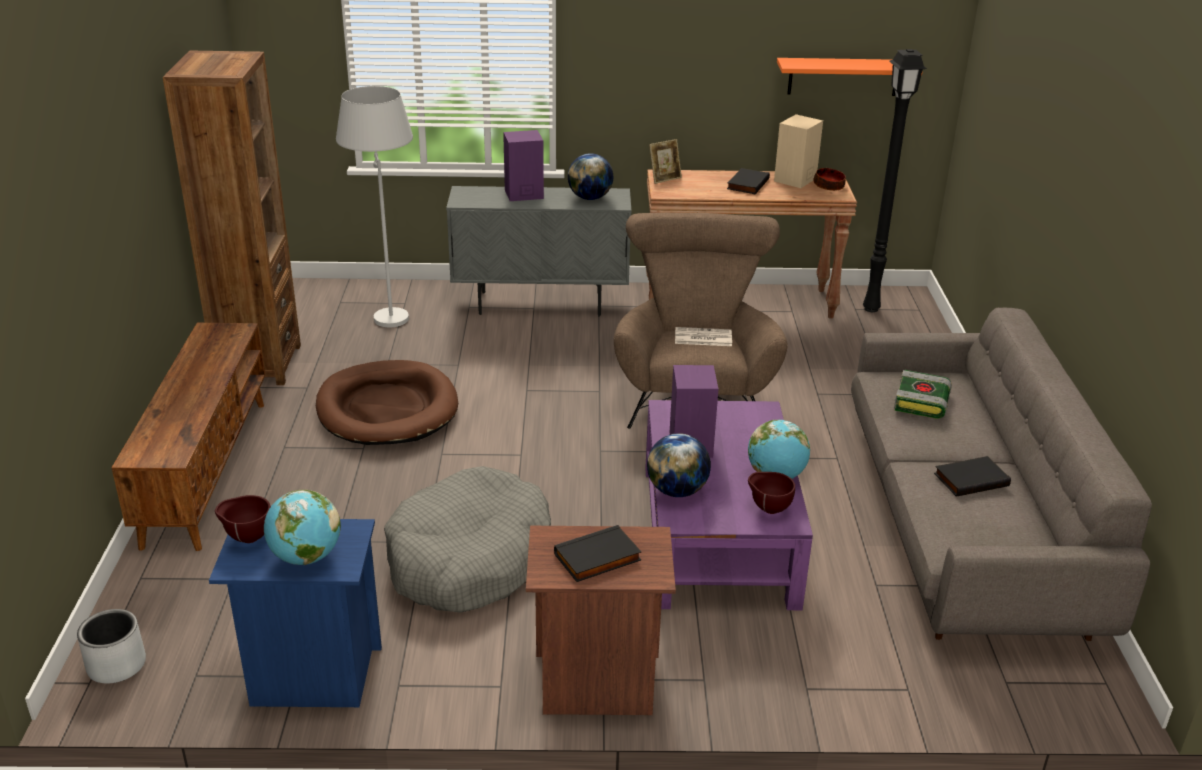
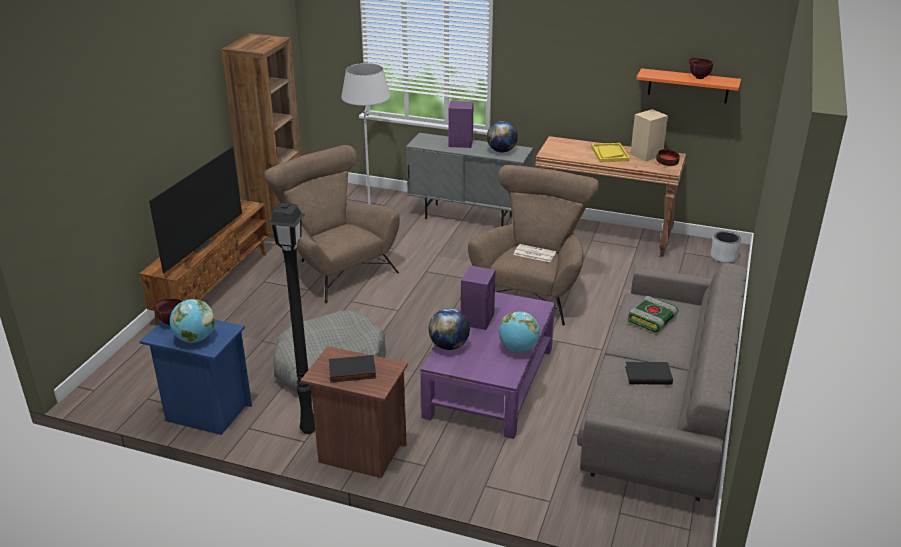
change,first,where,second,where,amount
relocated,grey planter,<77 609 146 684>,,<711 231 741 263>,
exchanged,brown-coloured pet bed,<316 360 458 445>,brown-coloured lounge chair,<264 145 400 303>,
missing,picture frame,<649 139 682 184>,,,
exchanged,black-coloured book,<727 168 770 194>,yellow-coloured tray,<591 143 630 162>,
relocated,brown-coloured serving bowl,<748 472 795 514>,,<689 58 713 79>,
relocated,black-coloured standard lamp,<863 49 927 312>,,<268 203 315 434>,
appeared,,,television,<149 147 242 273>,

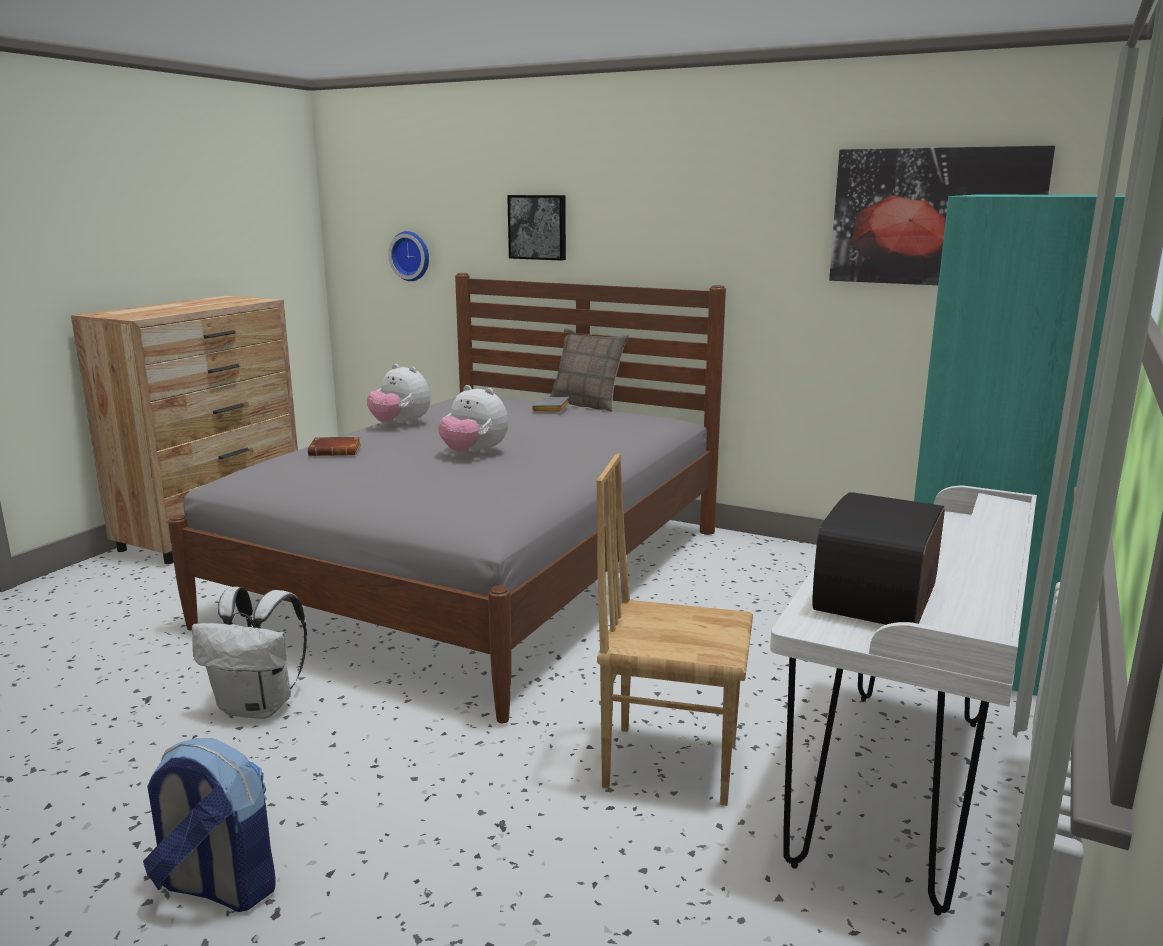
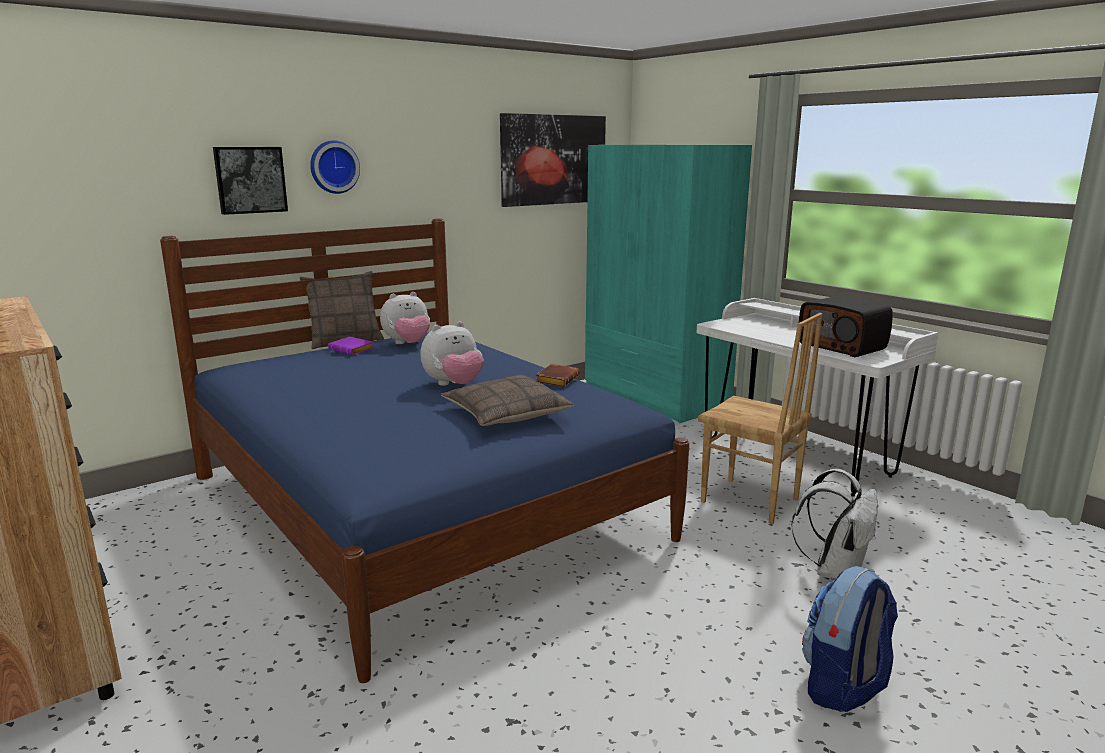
change,first,where,second,where,amount
colour,grey bedroom bed,<168 273 726 724>,blue-coloured bedroom bed,<160 219 689 683>,
relocated,white-coloured knapsack,<192 587 307 719>,,<791 469 878 580>,
relocated,brown-coloured book,<308 437 361 456>,,<536 364 580 387>,
relocated,plush toy,<367 364 431 425>,,<380 292 430 344>,
relocated,clock on the wall,<388 231 429 281>,,<310 140 360 194>,
colour,grey book,<532 397 569 412>,purple-coloured book,<328 337 374 355>,
spun,brown-coloured plain chair,<597 454 753 806>,,<698 313 823 524>,90 degrees counterclockwise
appeared,,,cushion,<441 375 574 426>,

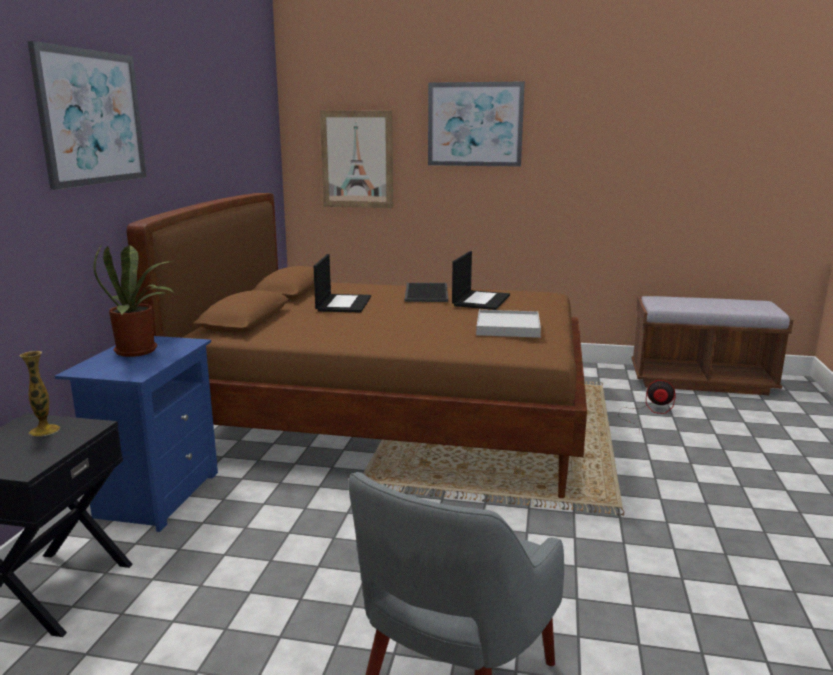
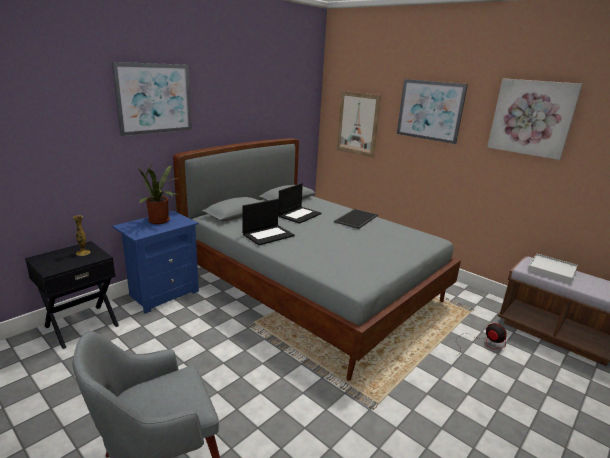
change,first,where,second,where,amount
colour,brown-coloured bedroom bed,<127 193 587 498>,grey bedroom bed,<173 138 461 381>,
relocated,portable computer,<452 251 510 310>,,<242 199 295 245>,
relocated,white-coloured tray,<476 310 541 338>,,<528 254 578 283>,
appeared,,,picture,<487 78 583 160>,

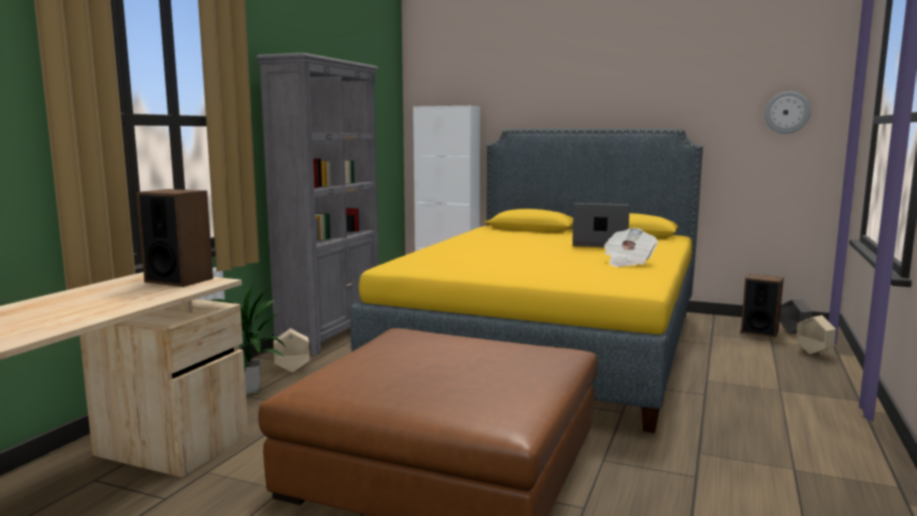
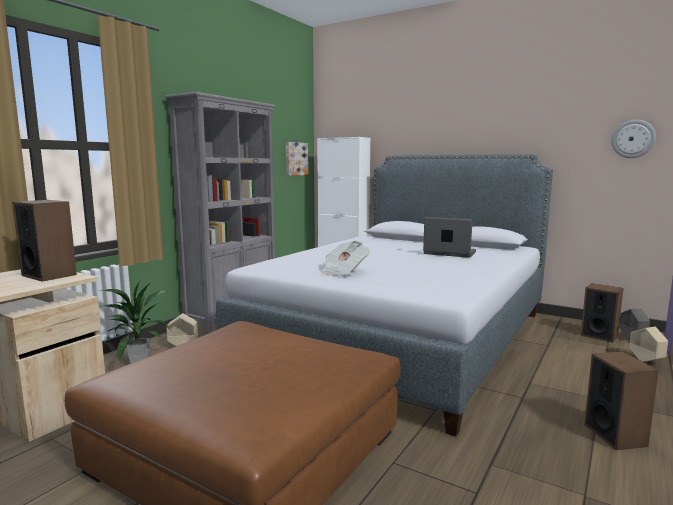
change,first,where,second,where,amount
colour,yellow-coloured bedroom bed,<351 129 703 433>,grey bedroom bed,<216 154 553 437>,
relocated,printed paper,<604 228 658 267>,,<321 241 370 276>,
appeared,,,picture,<286 142 308 176>,
appeared,,,speaker,<584 351 659 450>,

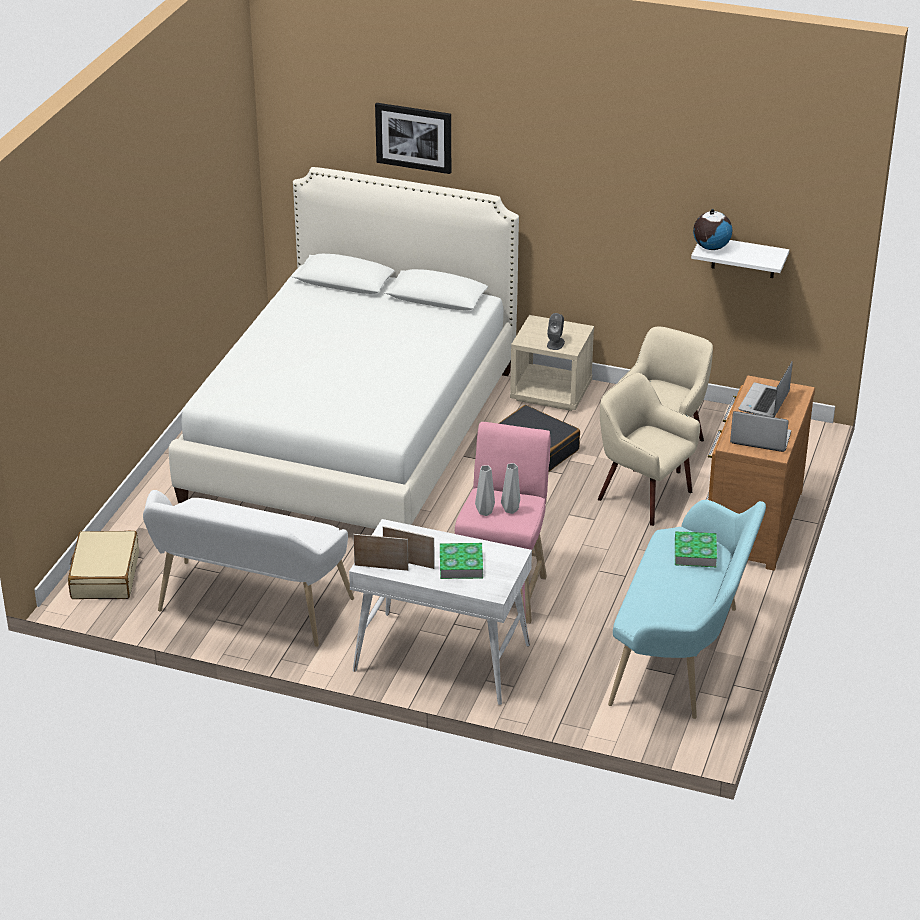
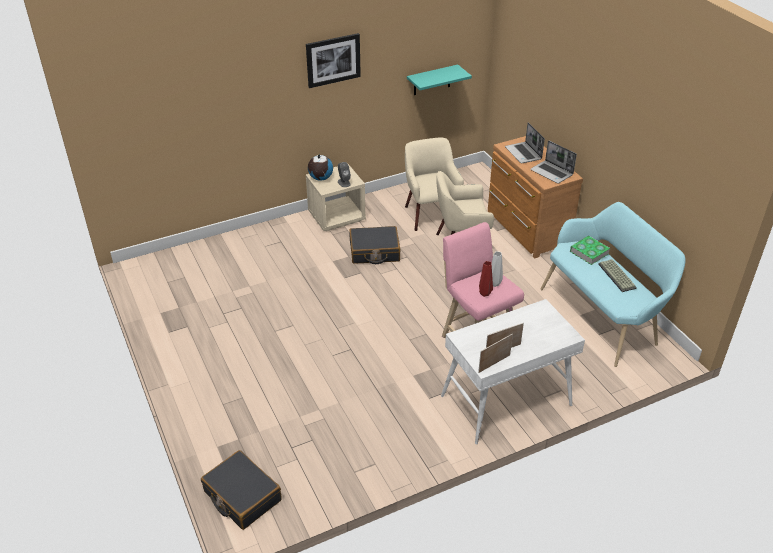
change,first,where,second,where,amount
colour,beige piece of luggage,<68 531 139 599>,black-coloured piece of luggage,<201 450 282 530>,
missing,white-coloured long seat,<143 490 354 647>,,,
missing,white-coloured bedroom bed,<169 167 519 529>,,,
relocated,picture,<375 103 451 174>,,<306 33 361 88>,
missing,book,<440 543 483 579>,,,
colour,grey vase,<475 465 495 516>,red-coloured vase,<479 261 493 297>,
colour,white-coloured bracket shelf,<691 240 789 278>,blue-green bracket shelf,<407 65 472 95>,
relocated,globe,<693 209 732 250>,,<308 154 333 181>,
spun,portable computer,<730 411 791 452>,,<530 140 577 184>,105 degrees counterclockwise
appeared,,,PC keyboard,<598 259 637 292>,

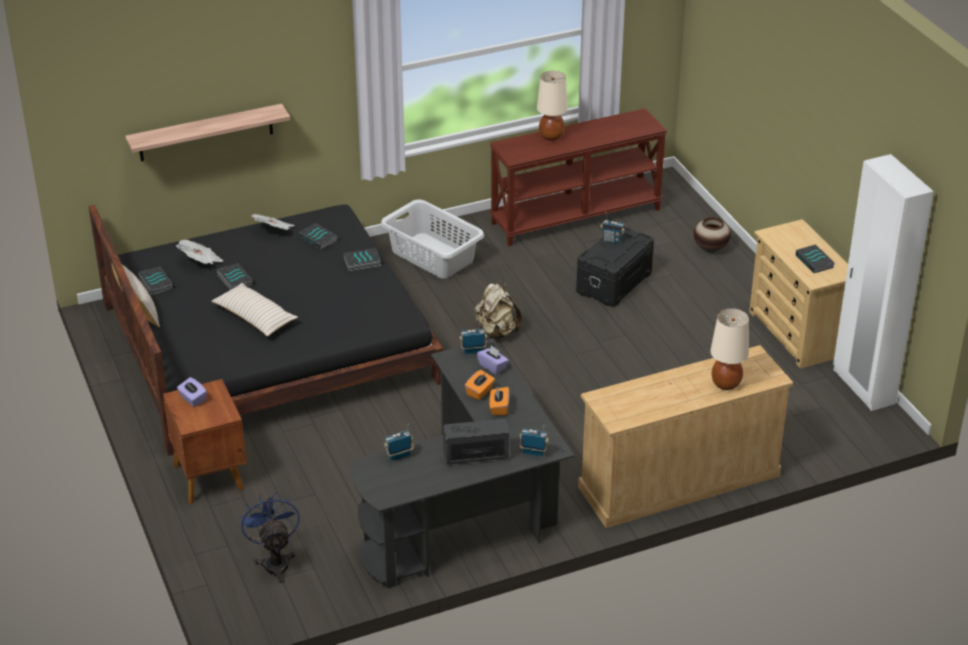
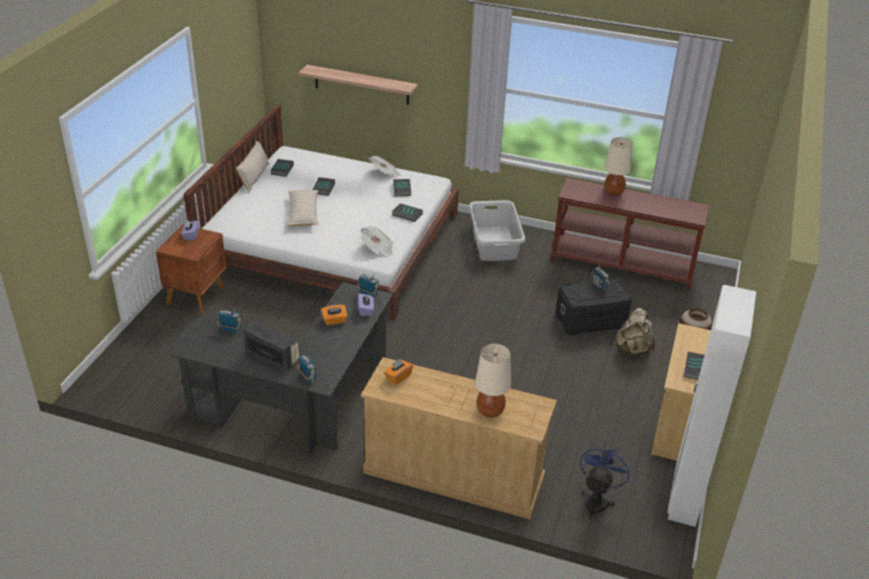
change,first,where,second,where,amount
colour,black-coloured bedroom bed,<88 204 443 456>,white-coloured bedroom bed,<183 105 459 321>,
relocated,printed paper,<176 240 223 264>,,<360 226 393 255>,
relocated,blue-coloured electric fan,<240 492 300 583>,,<580 442 631 520>,
relocated,beige knapsack,<475 283 522 339>,,<615 308 655 356>,
relocated,orange-coloured tissue box,<489 387 509 415>,,<384 358 413 385>,

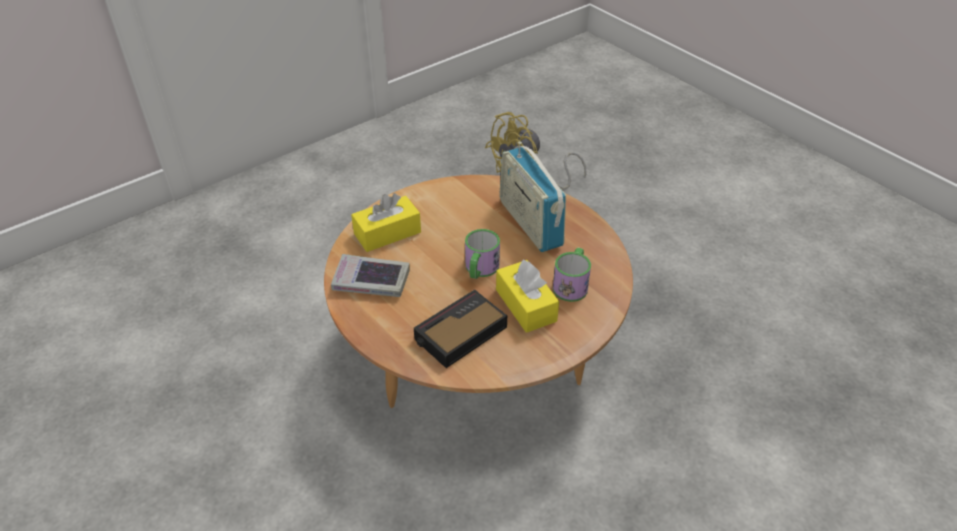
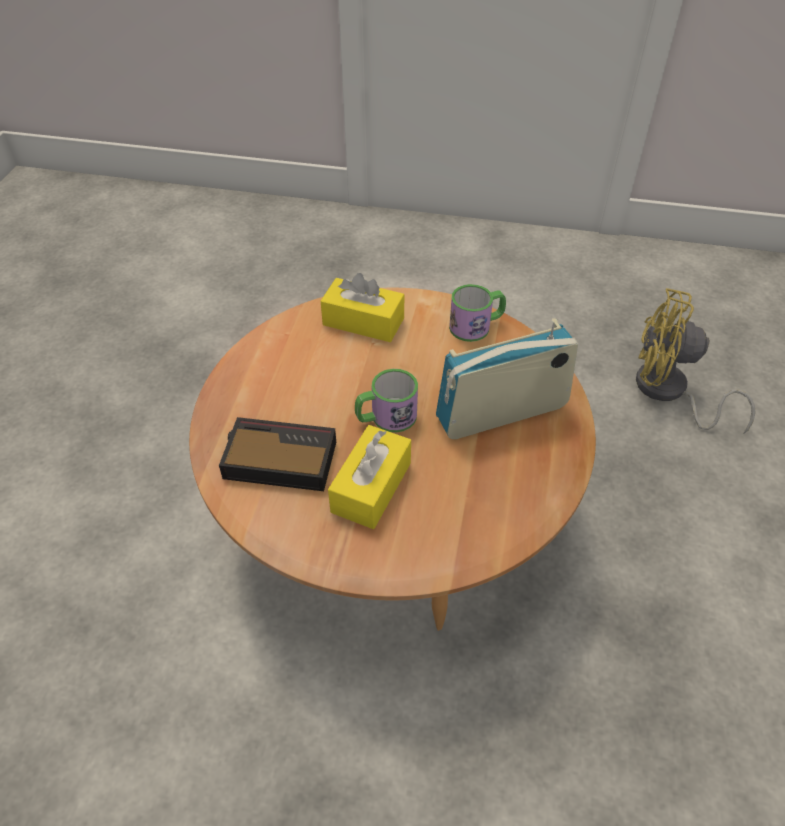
change,first,where,second,where,amount
missing,book,<331 254 410 297>,,,
spun,radio set,<499 141 566 252>,,<436 318 578 439>,45 degrees clockwise
relocated,coffee mug,<553 247 591 302>,,<449 284 506 342>,

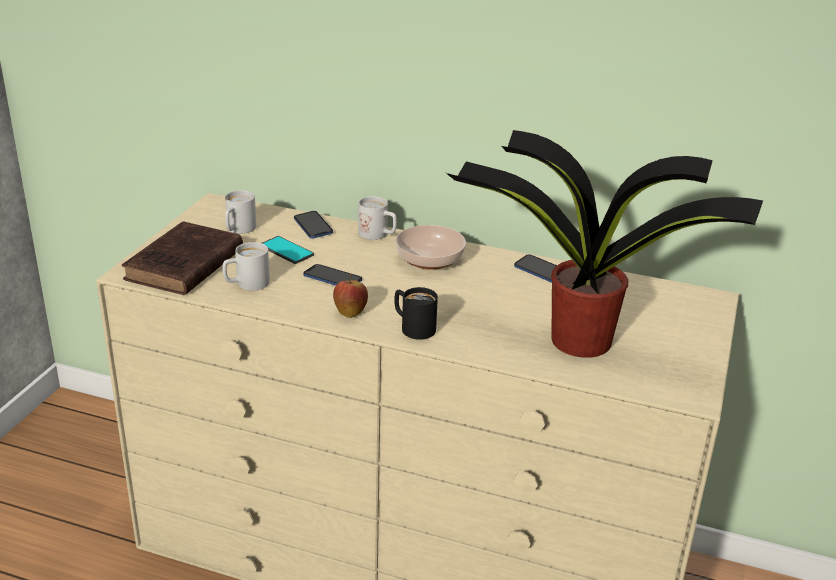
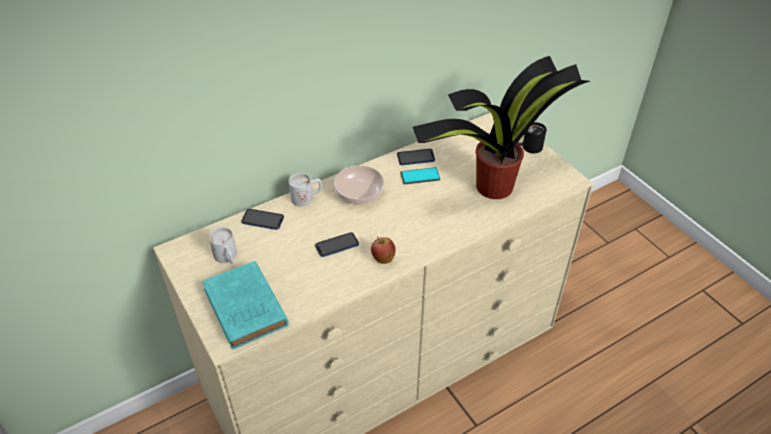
change,first,where,second,where,amount
colour,brown-coloured book,<122 221 243 295>,blue-green book,<202 261 289 350>,
missing,white-coloured coffee mug,<223 242 270 291>,,,
relocated,telephone,<262 236 314 264>,,<401 167 440 185>,
relocated,black-coloured coffee mug,<394 287 438 340>,,<517 122 547 153>,

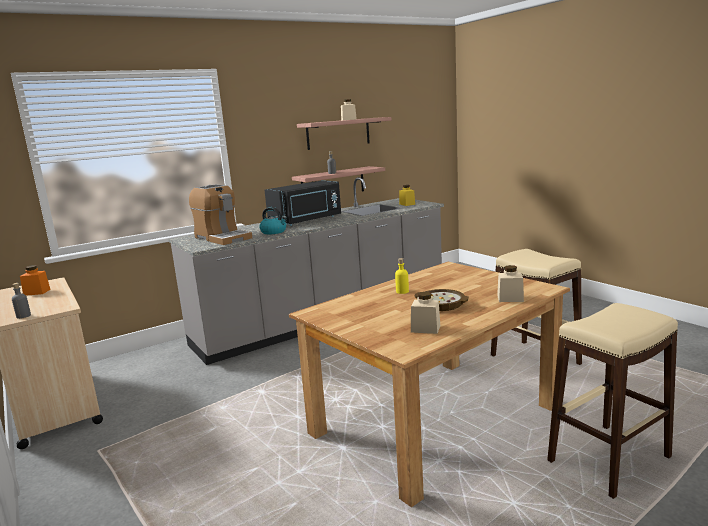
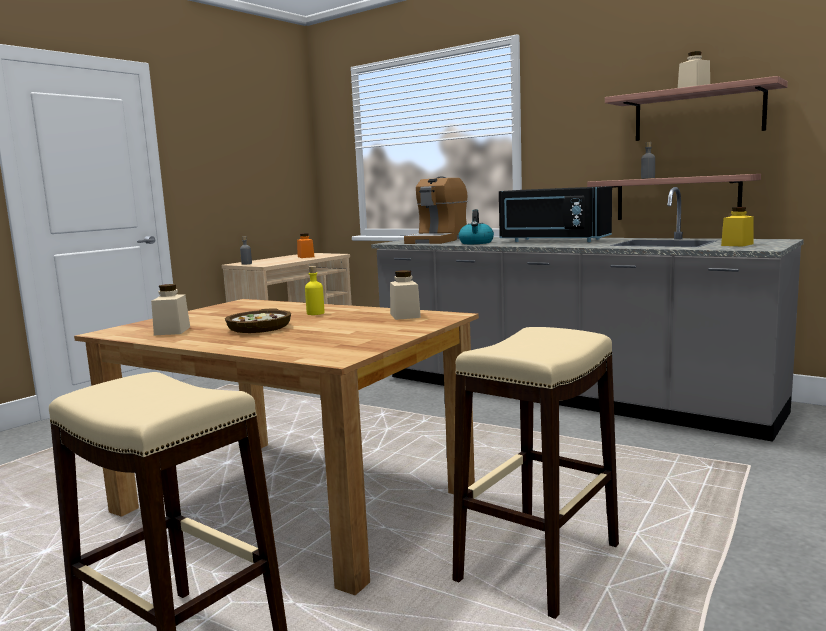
change,first,where,second,where,amount
relocated,beige storage jar,<497 265 524 302>,,<390 270 421 320>,

